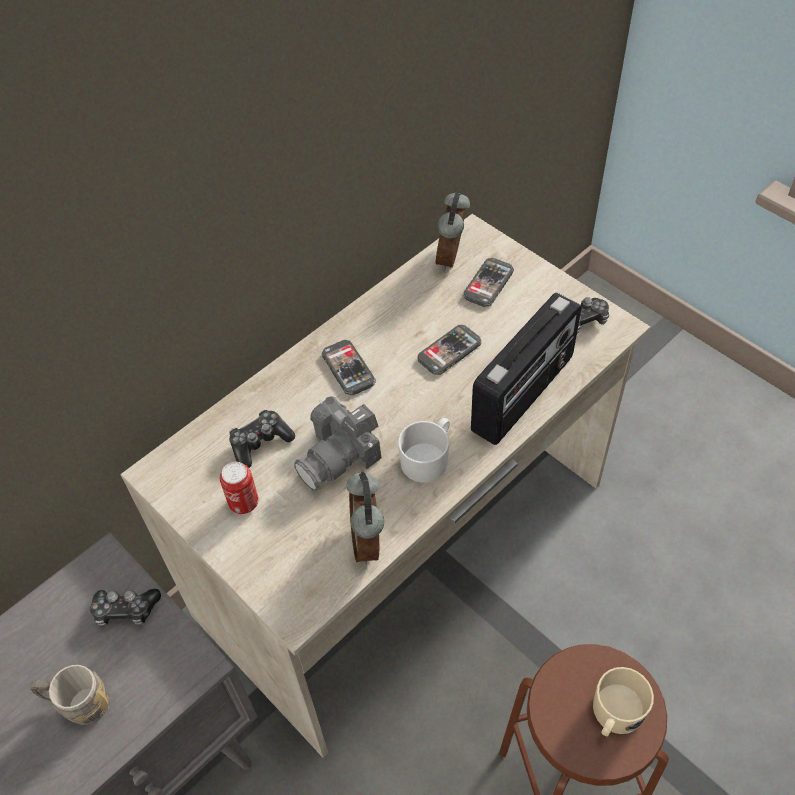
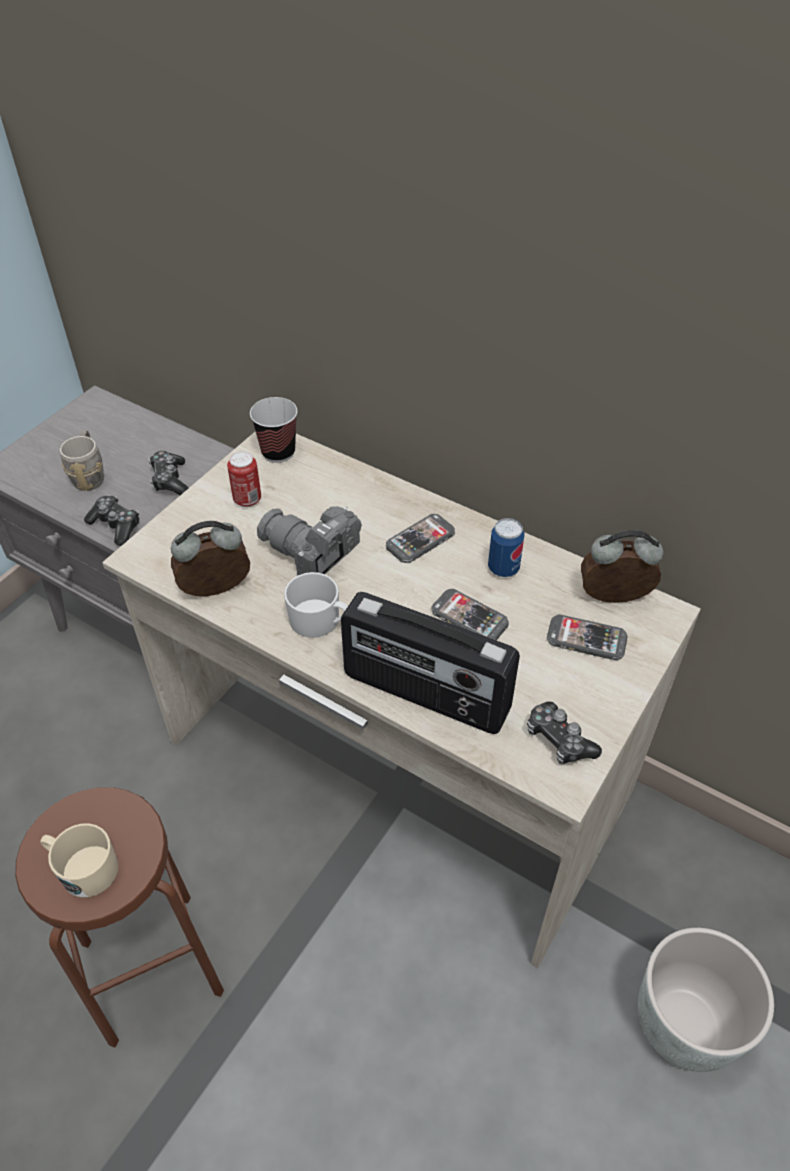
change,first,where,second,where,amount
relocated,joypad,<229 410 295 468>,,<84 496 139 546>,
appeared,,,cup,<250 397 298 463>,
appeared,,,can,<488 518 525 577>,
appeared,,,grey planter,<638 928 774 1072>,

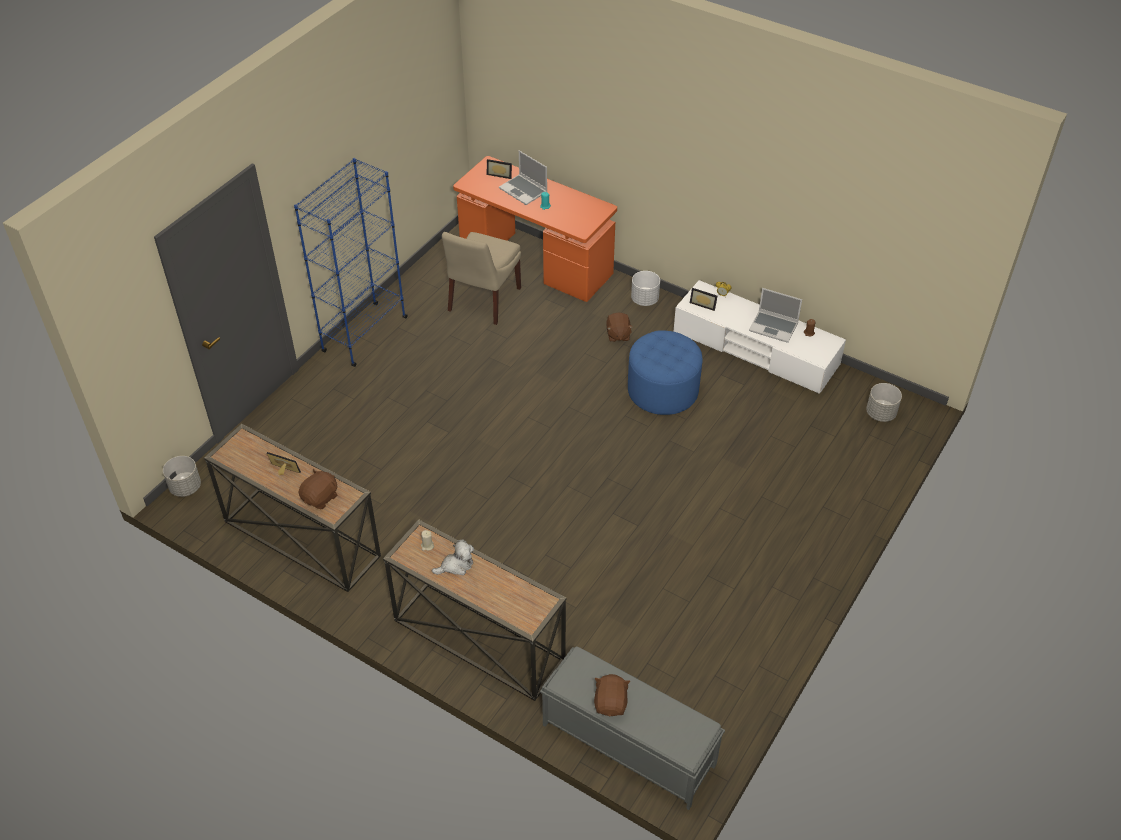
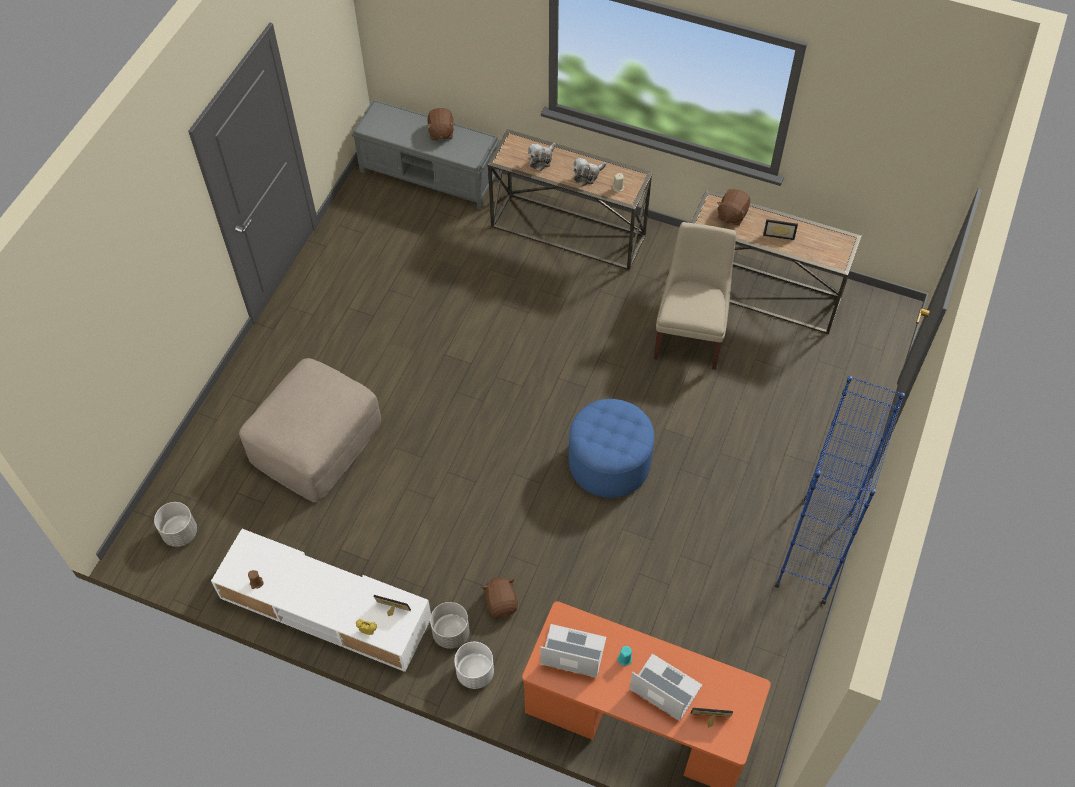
change,first,where,second,where,amount
relocated,grey planter,<163 456 201 497>,,<430 602 470 649>,
relocated,beige plain chair,<442 232 521 325>,,<654 222 736 370>,
relocated,blue-coloured ottoman,<628 330 703 415>,,<569 399 654 498>,
relocated,portable computer,<749 288 802 343>,,<540 624 606 678>,
appeared,,,beige ottoman,<239 358 381 503>,
appeared,,,plush toy,<528 143 556 171>,

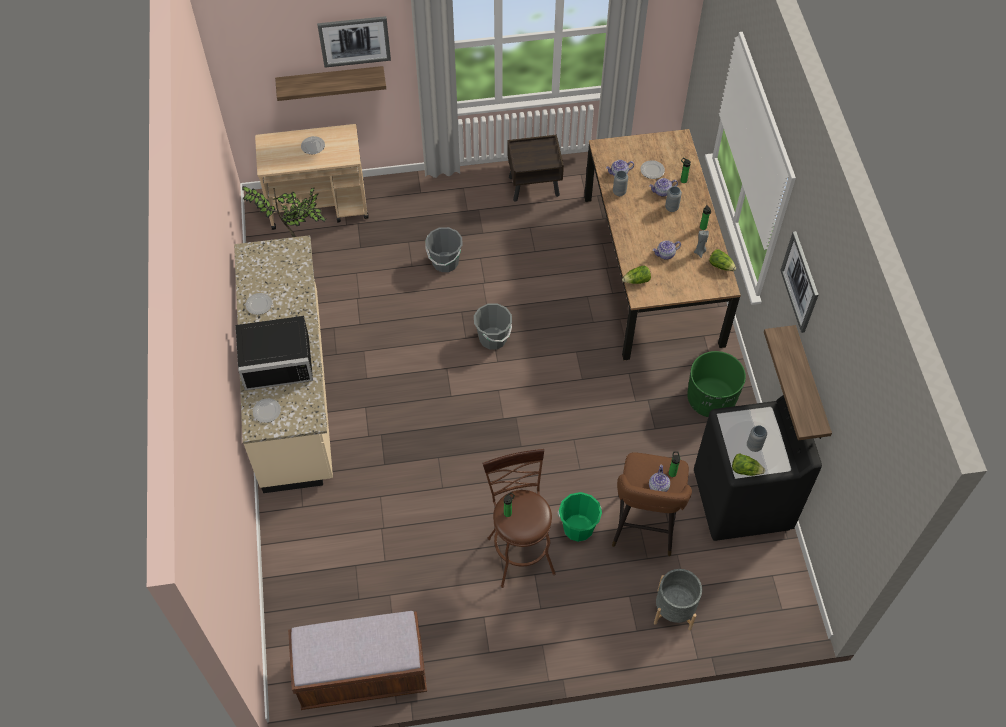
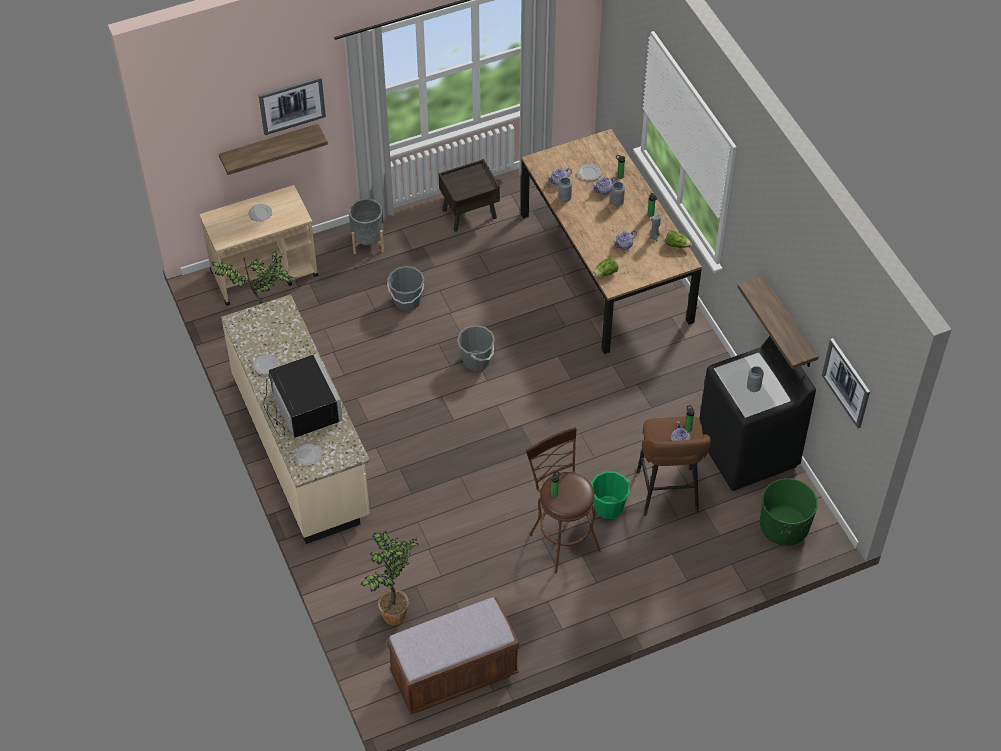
change,first,where,second,where,amount
spun,black-coloured microwave oven,<236 315 313 390>,,<264 353 343 438>,90 degrees counterclockwise
relocated,grey planter,<654 569 702 630>,,<349 199 384 254>,
relocated,green planter,<687 351 746 417>,,<760 478 818 546>,
missing,lettuce head,<732 453 765 476>,,,
relocated,picture,<780 231 819 333>,,<822 338 870 428>,
appeared,,,potted plant,<360 531 419 625>,

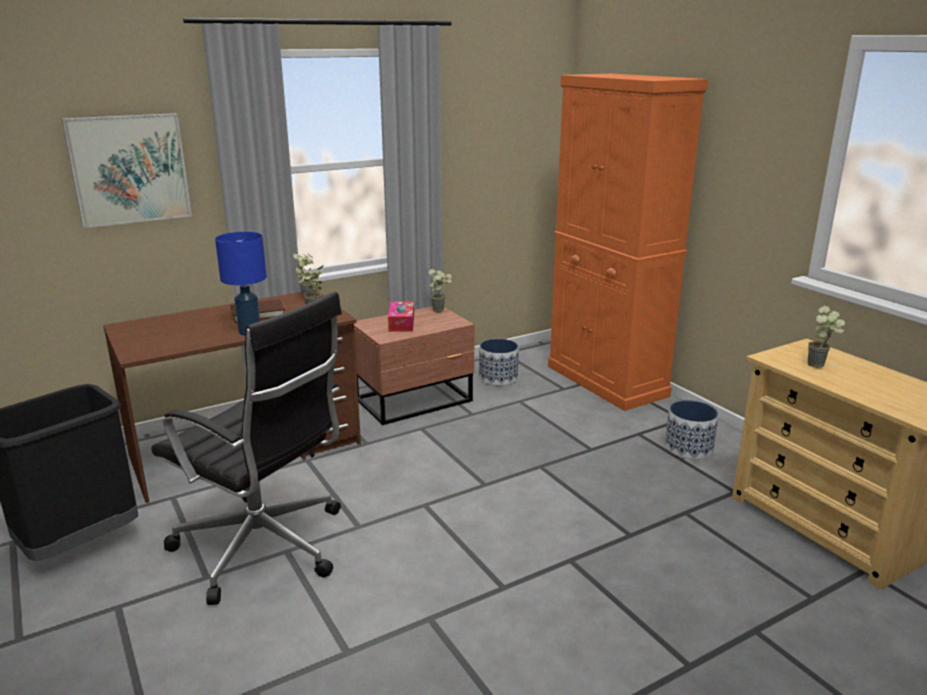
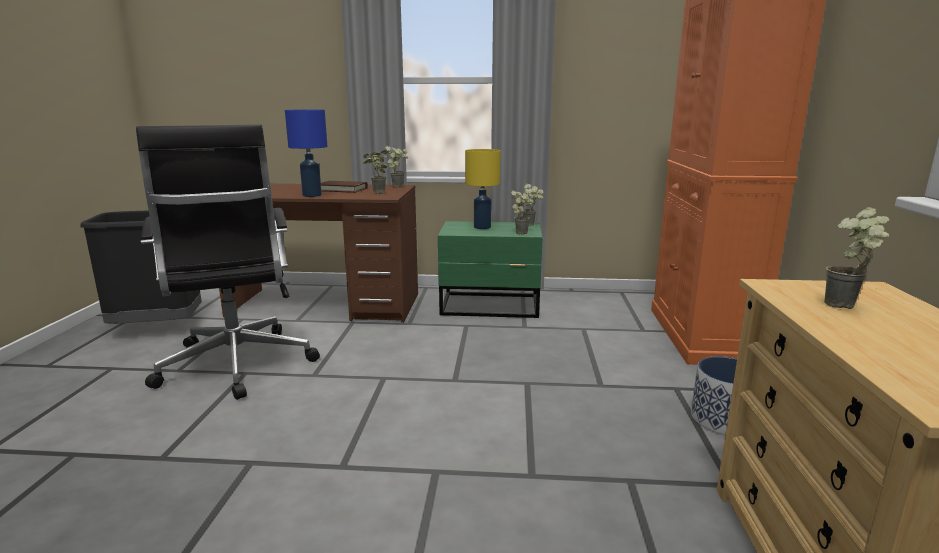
change,first,where,second,where,amount
missing,picture,<62 113 192 228>,,,
colour,brown-coloured bedside table,<354 306 475 425>,green bedside table,<438 221 543 318>,
exchanged,tissue box,<388 301 414 332>,yellow-coloured tabletop lamp,<465 149 501 229>,
missing,planter,<479 339 519 386>,,,
appeared,,,potted plant,<511 190 534 235>,

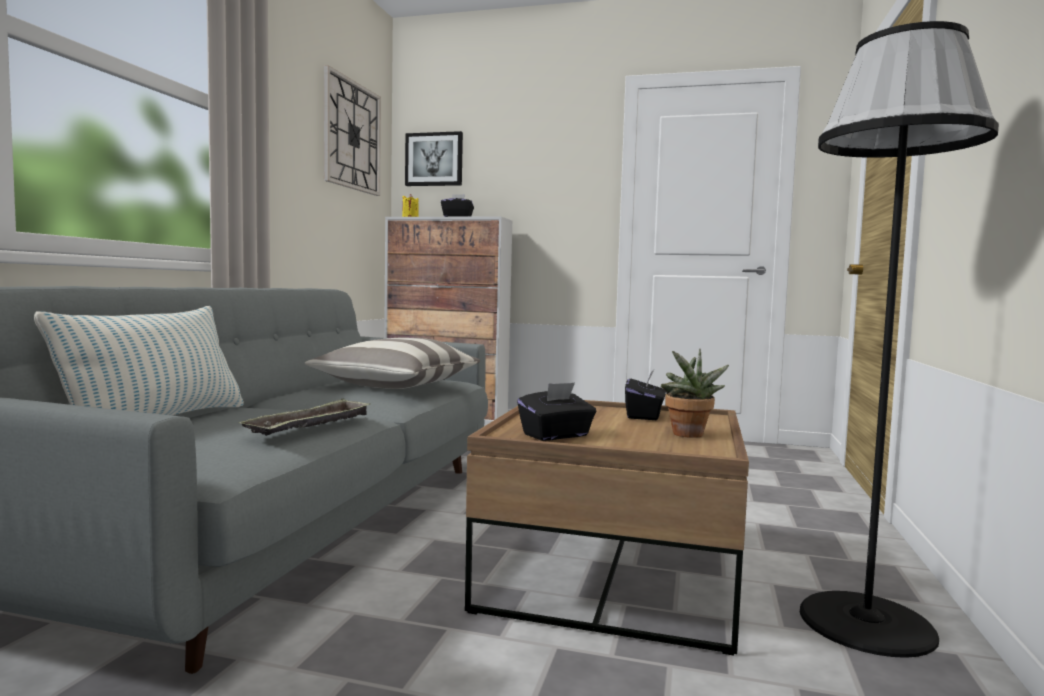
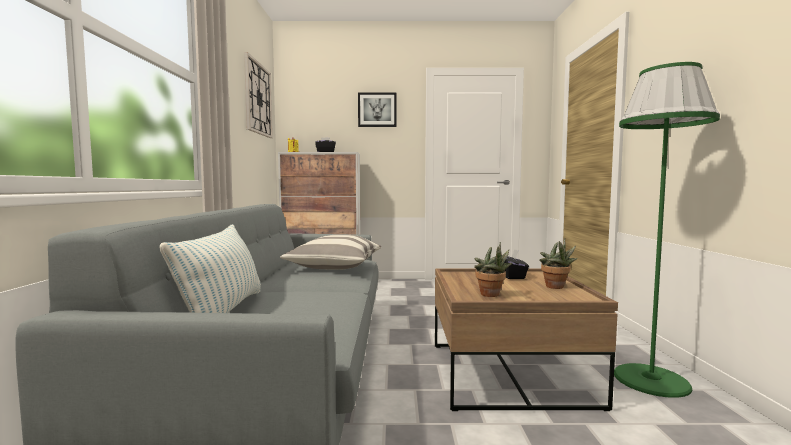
change,first,where,second,where,amount
missing,tray,<238 399 371 436>,,,
relocated,picture,<405 131 463 186>,,<358 93 396 127>,
exchanged,black-coloured tissue box,<517 382 596 441>,potted plant,<474 242 512 297>,
colour,black-coloured standard lamp,<800 21 999 658>,green standard lamp,<614 62 720 398>,

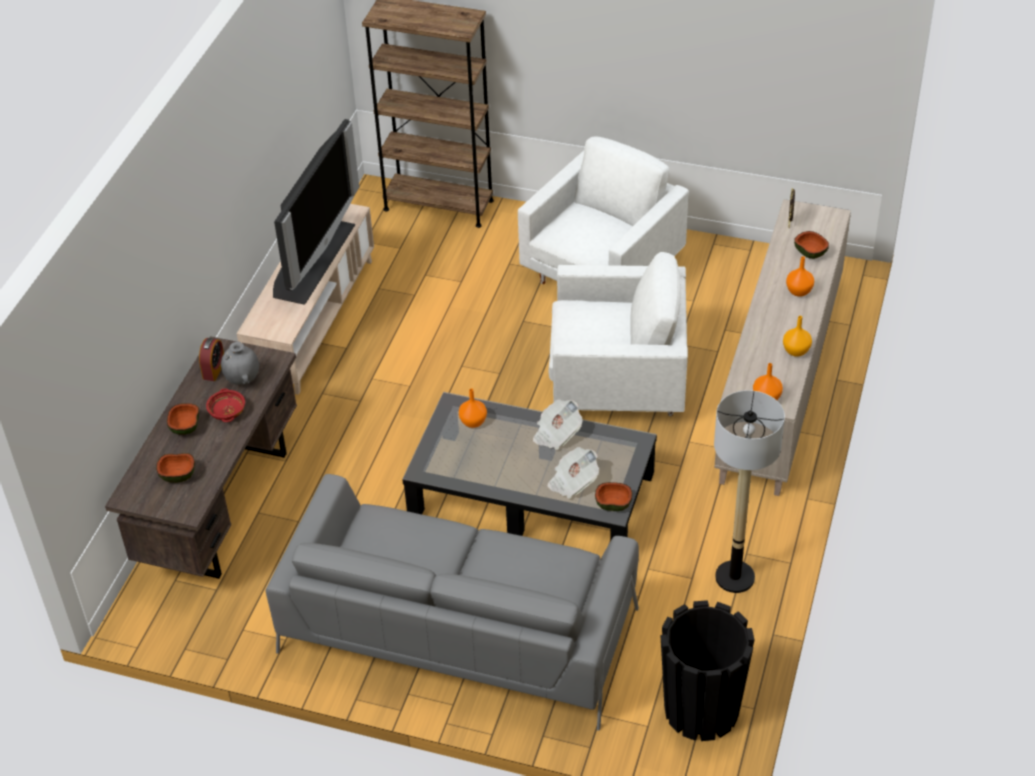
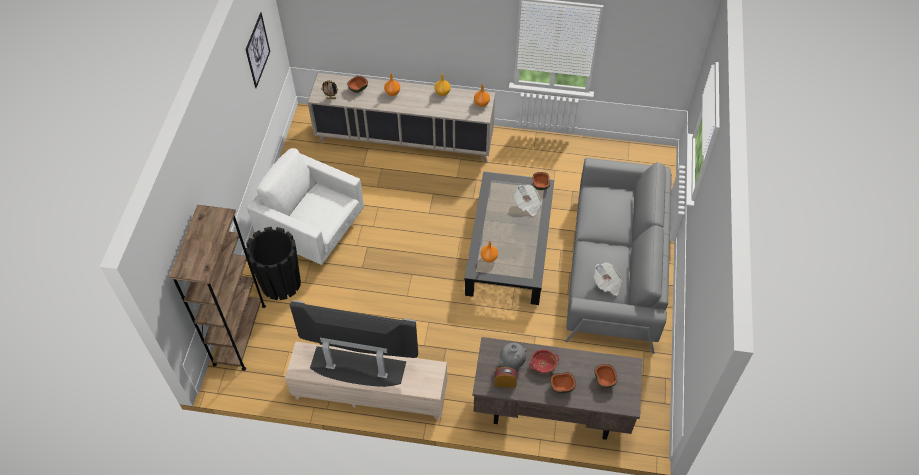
change,first,where,second,where,amount
relocated,printed paper,<533 399 583 450>,,<594 262 623 296>,
missing,white-coloured lounge chair,<549 252 688 416>,,,
relocated,black-coloured planter,<660 600 755 741>,,<246 227 301 300>,
missing,standard lamp,<714 390 785 593>,,,
appeared,,,picture,<245 12 270 88>,

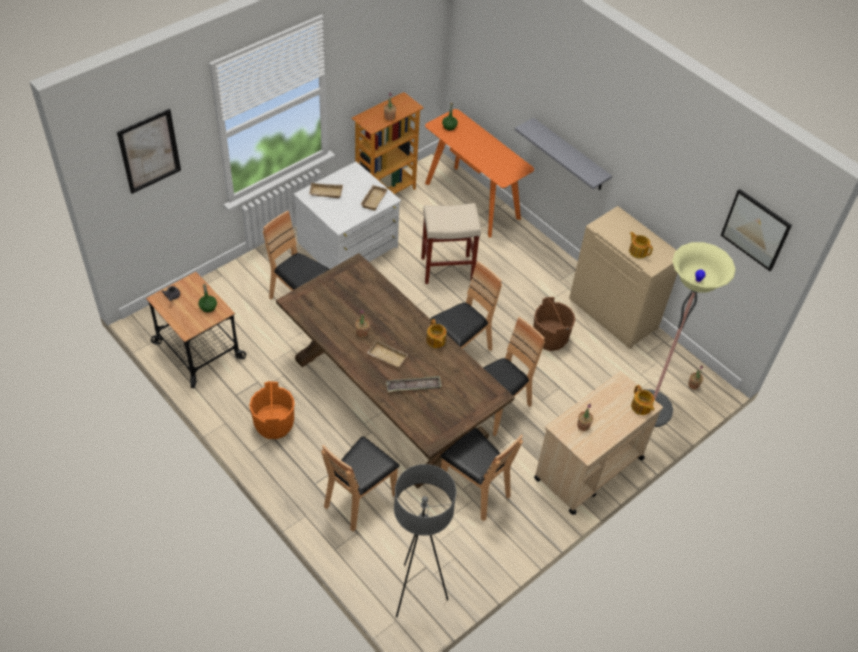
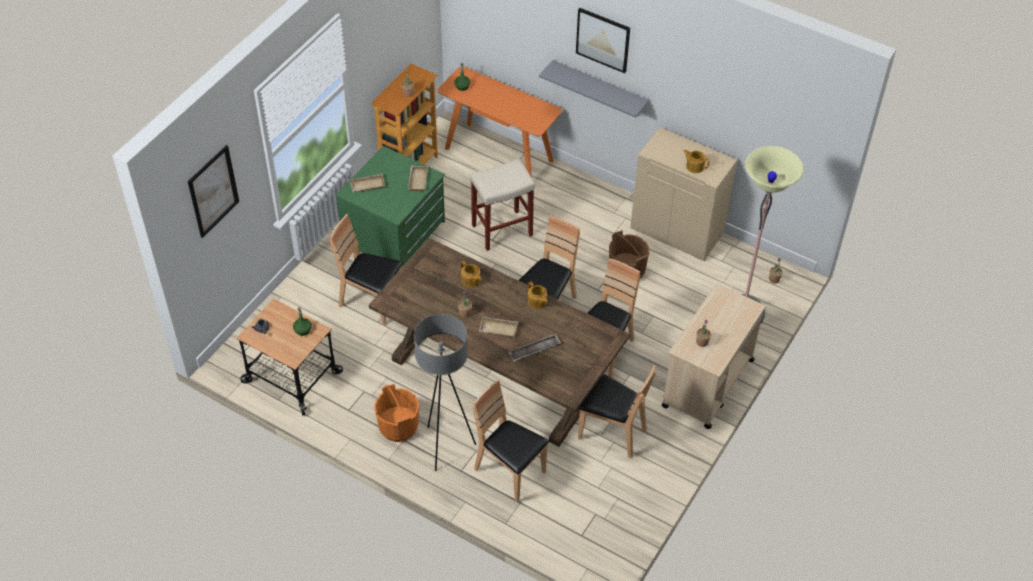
change,first,where,second,where,amount
colour,white-coloured dresser,<294 162 401 269>,green dresser,<336 146 445 267>,
spun,brown-coloured plain chair,<321 436 400 532>,,<473 380 549 503>,105 degrees clockwise
relocated,grey standard lamp,<394 464 456 618>,,<414 314 476 471>,
relocated,teapot,<631 385 654 415>,,<461 261 481 287>,
relocated,picture,<720 189 792 271>,,<576 8 630 73>,

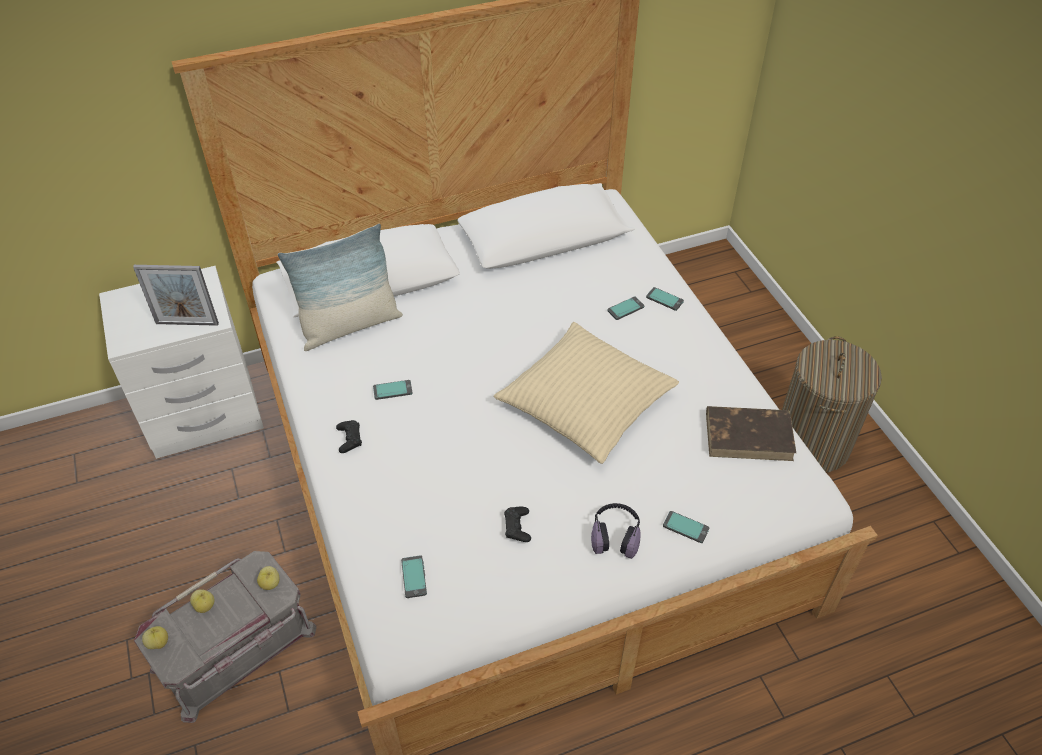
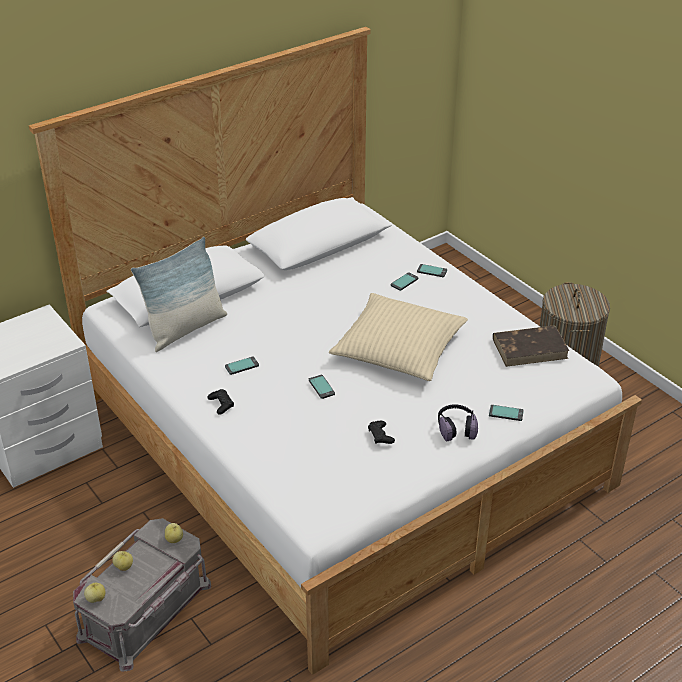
change,first,where,second,where,amount
missing,picture frame,<133 265 219 326>,,,
relocated,telephone,<401 555 427 598>,,<309 375 335 399>,

